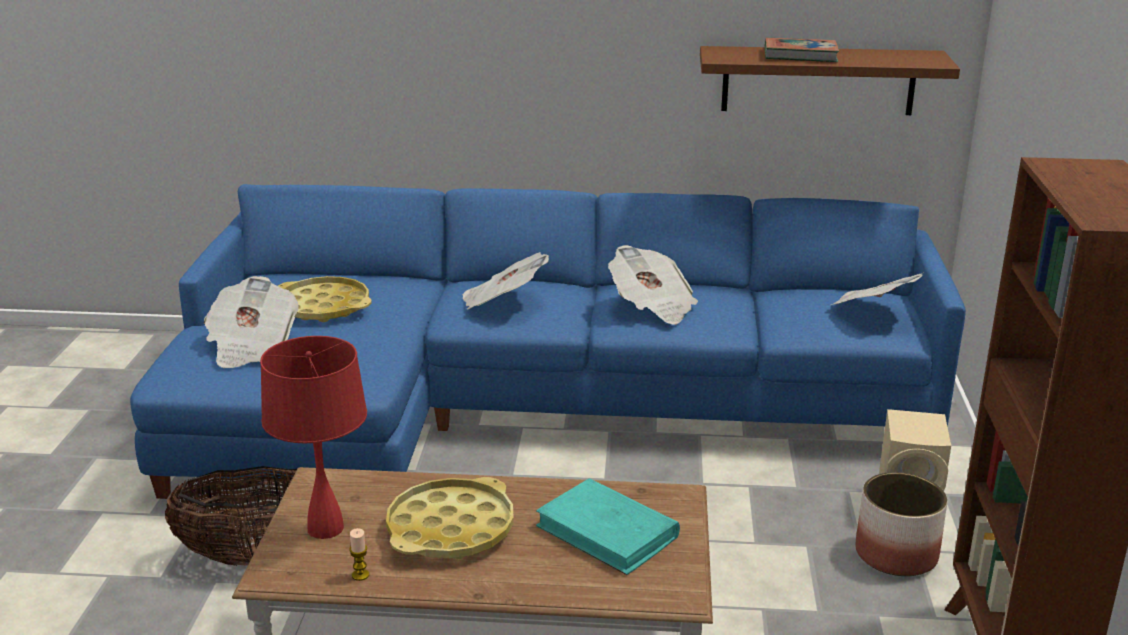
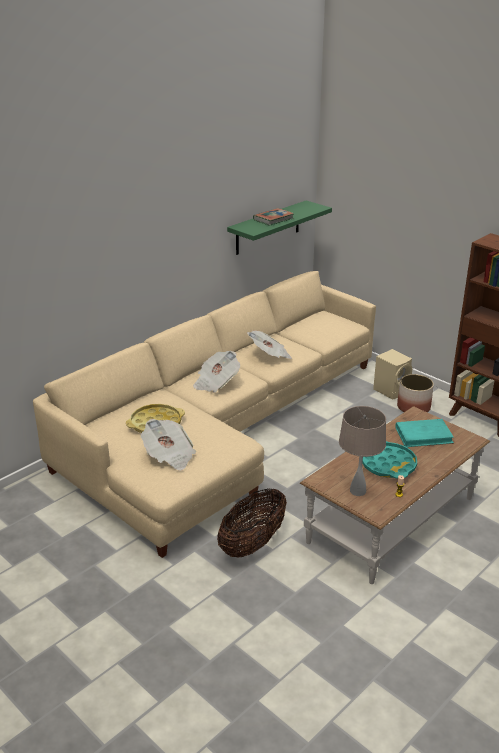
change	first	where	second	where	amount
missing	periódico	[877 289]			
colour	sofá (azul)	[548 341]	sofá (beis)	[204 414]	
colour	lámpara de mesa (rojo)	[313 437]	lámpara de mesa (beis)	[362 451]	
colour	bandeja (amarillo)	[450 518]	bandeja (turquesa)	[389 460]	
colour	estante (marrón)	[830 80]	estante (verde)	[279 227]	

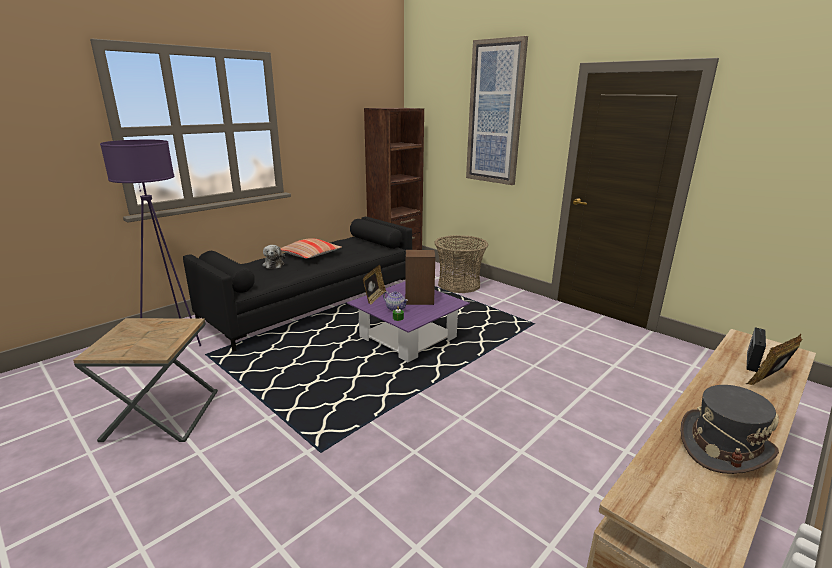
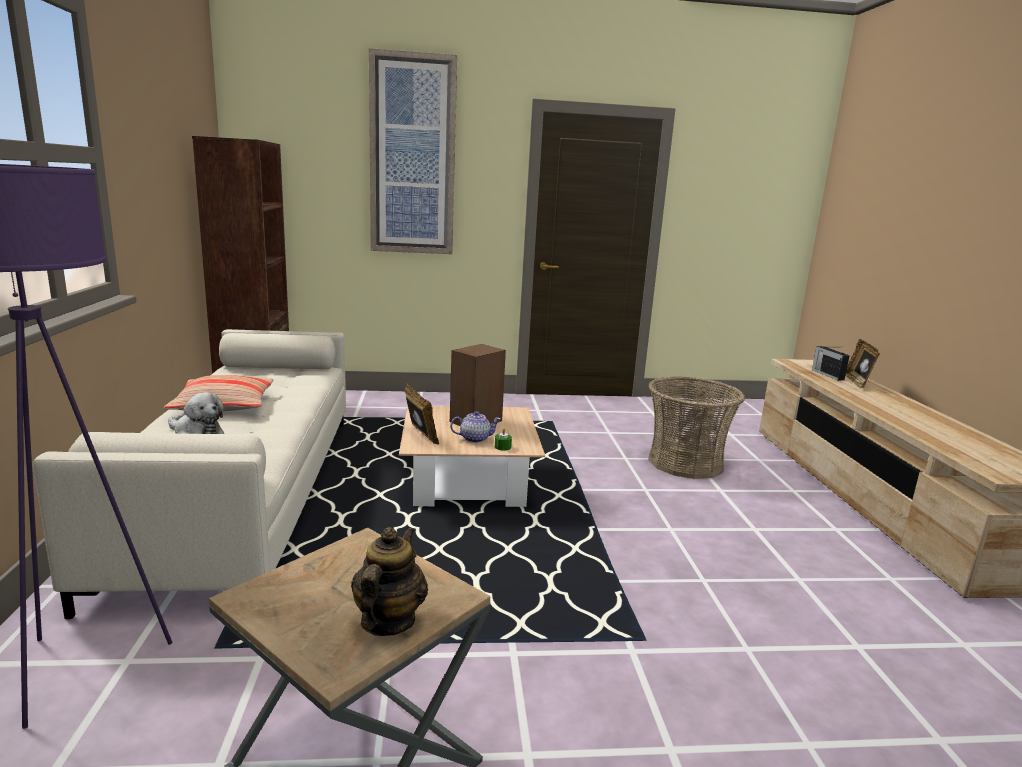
change	first	where	second	where	amount
missing	sombrero (gris)	[729 429]			
appeared			tetera	[389 581]	
relocated	cesta	[461 264]		[696 427]	
colour	sofá (negro)	[297 284]	sofá (beis)	[189 474]	
colour	mesa de centro (morado)	[408 321]	mesa de centro (beis)	[472 456]	

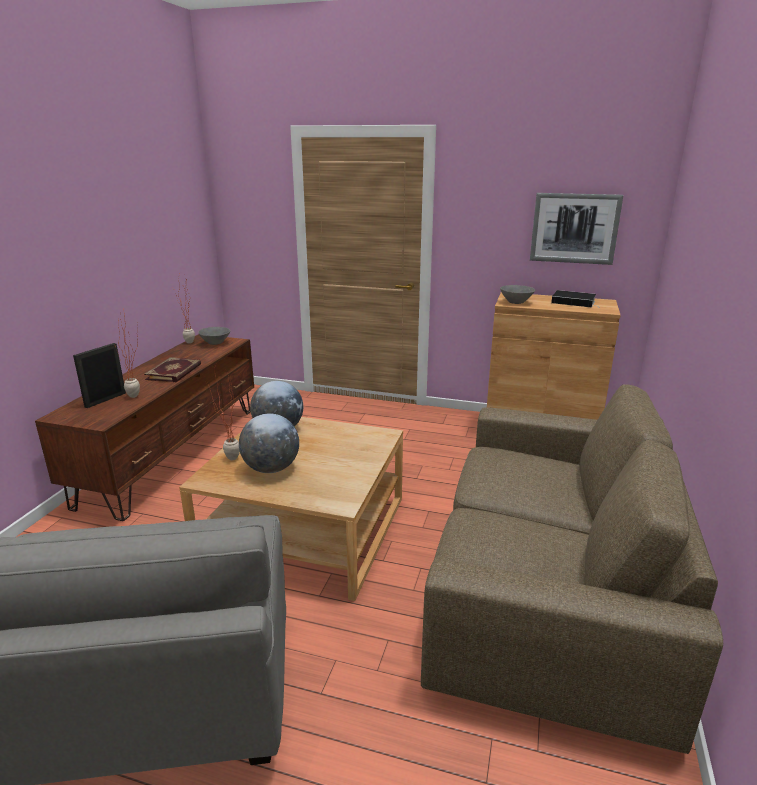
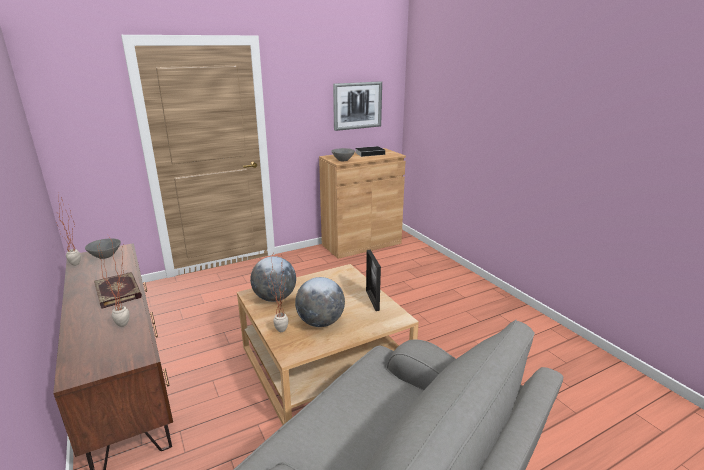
change	first	where	second	where	amount
missing	sofá (marrón)	[572 569]			
relocated	portarretratos	[99 375]		[373 280]	

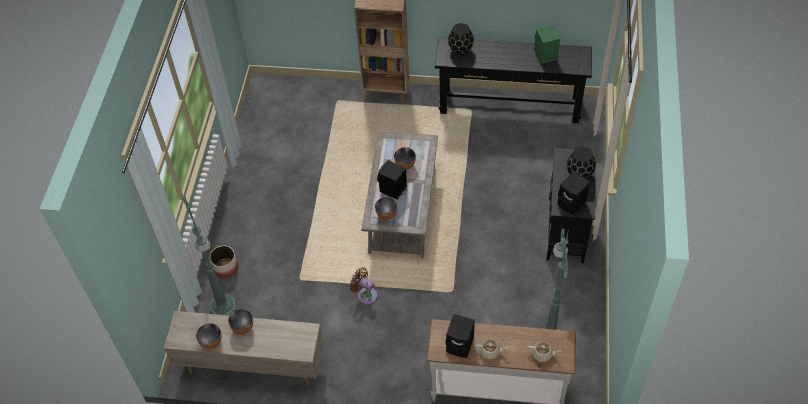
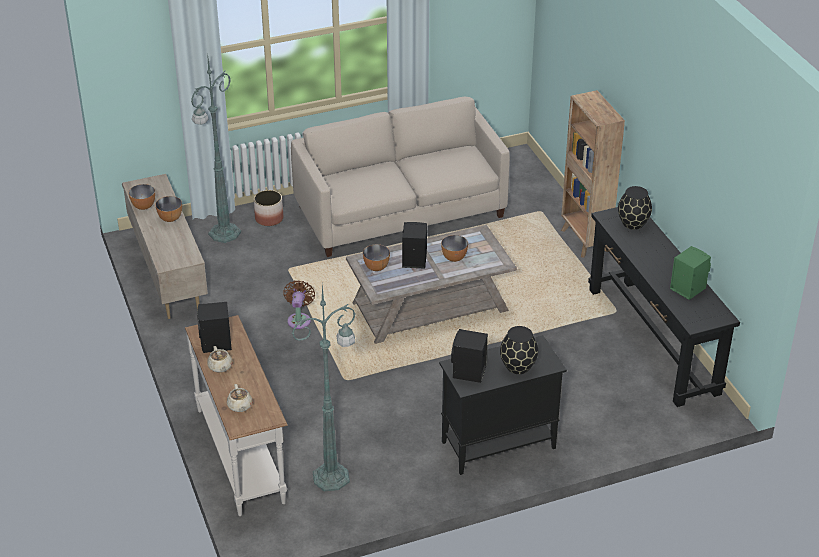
change	first	where	second	where	amount
appeared			sofá (beis)	[400 177]	

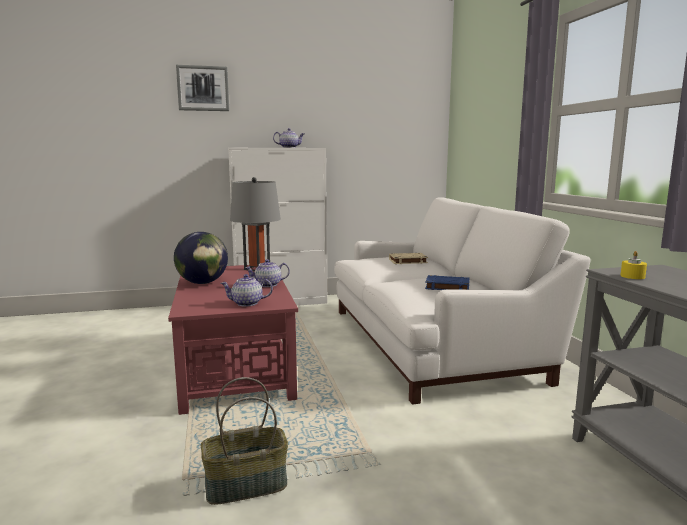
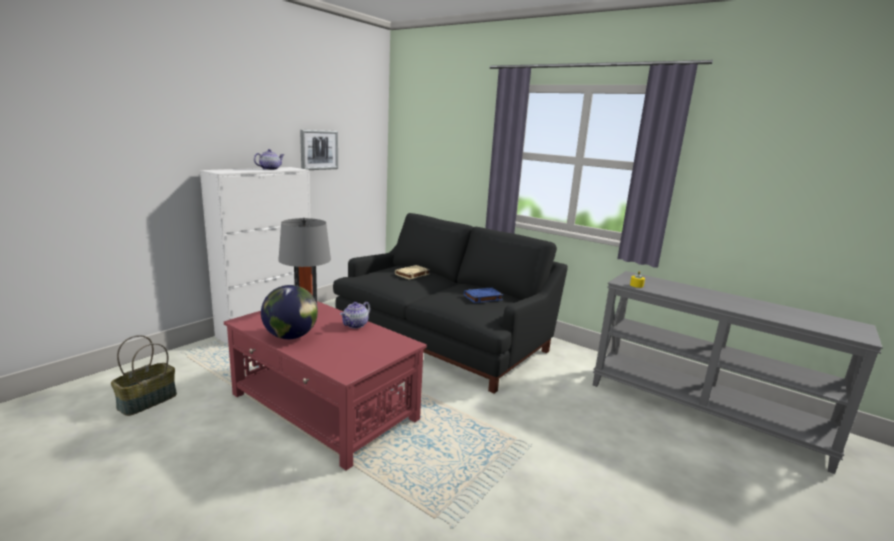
change	first	where	second	where	amount
missing	tetera	[246 290]			
relocated	cuadro	[202 88]		[319 150]	
relocated	cesta	[244 441]		[144 375]	
colour	sofá (blanco)	[462 301]	sofá (negro)	[450 303]	

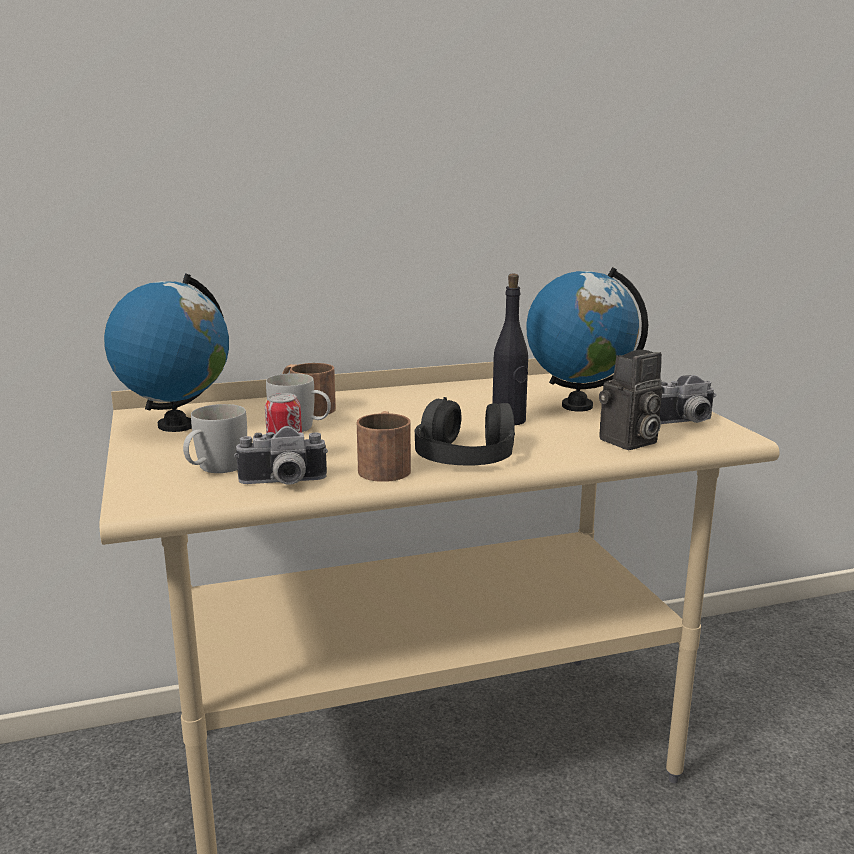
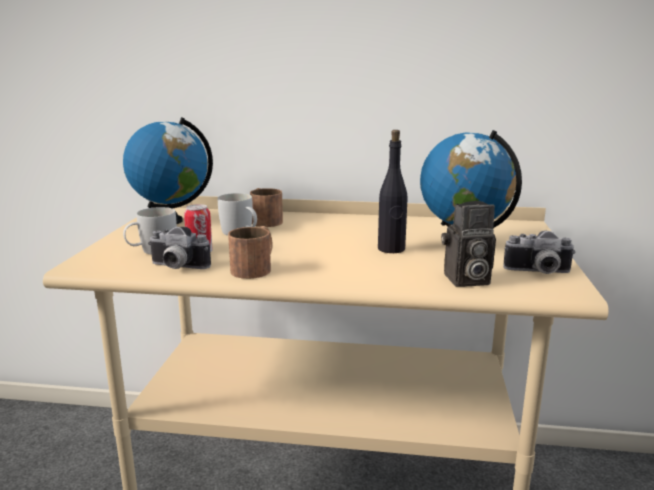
change	first	where	second	where	amount
missing	auriculares (negro)	[465 431]			

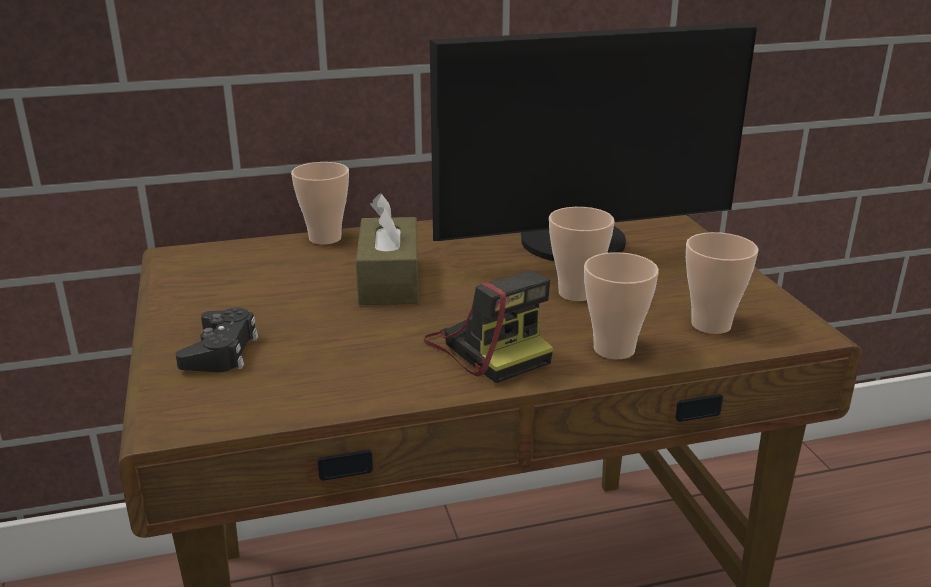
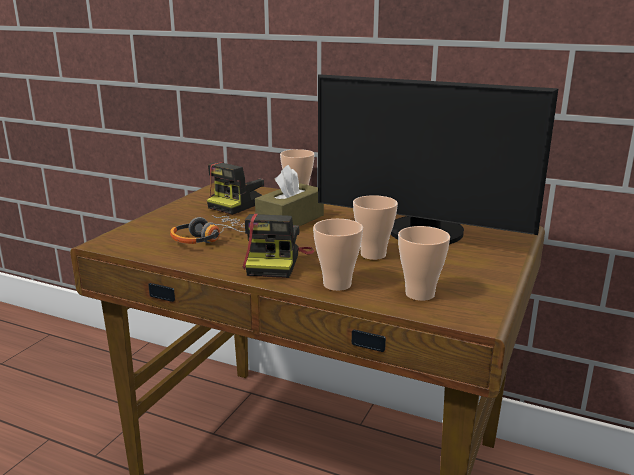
change	first	where	second	where	amount
missing	mando de consola (negro)	[216 340]			
appeared			auriculares	[207 229]	
appeared			cámara	[235 188]	

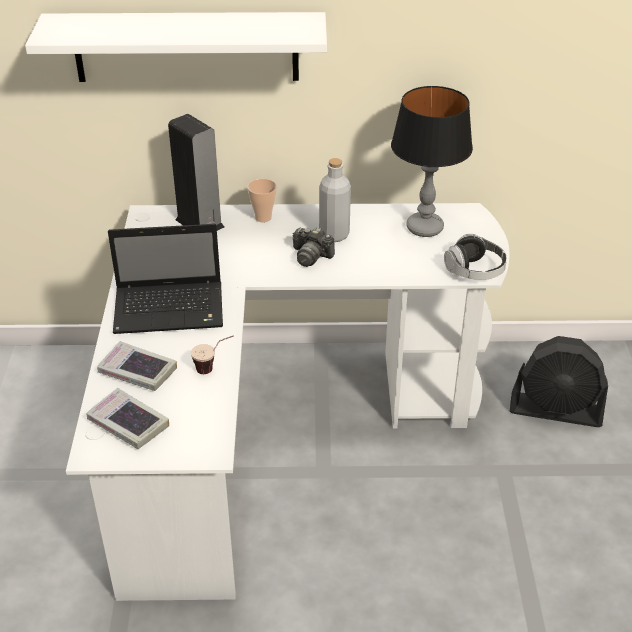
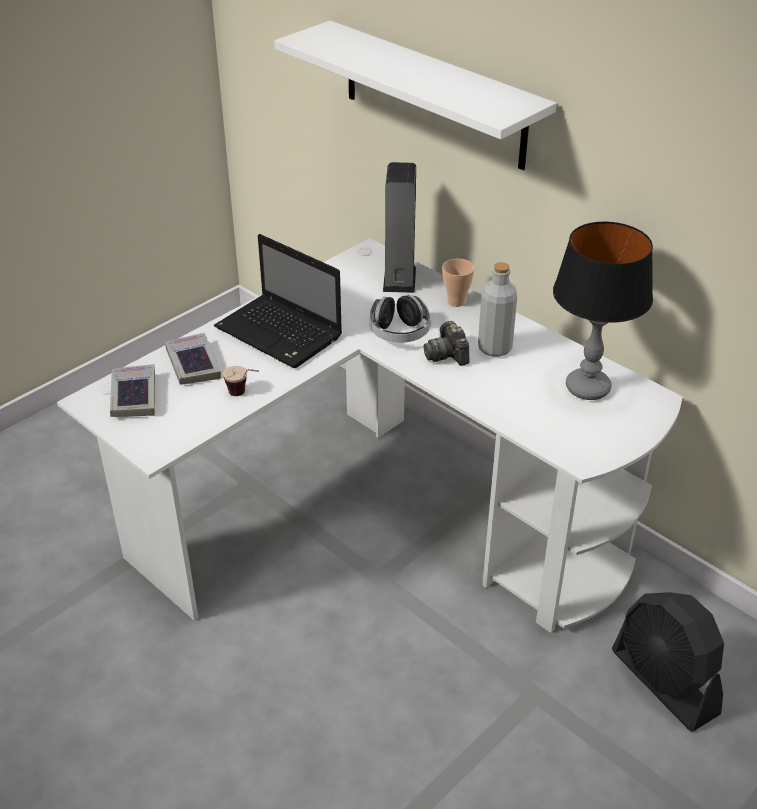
change	first	where	second	where	amount
relocated	auriculares	[475 256]		[400 319]	

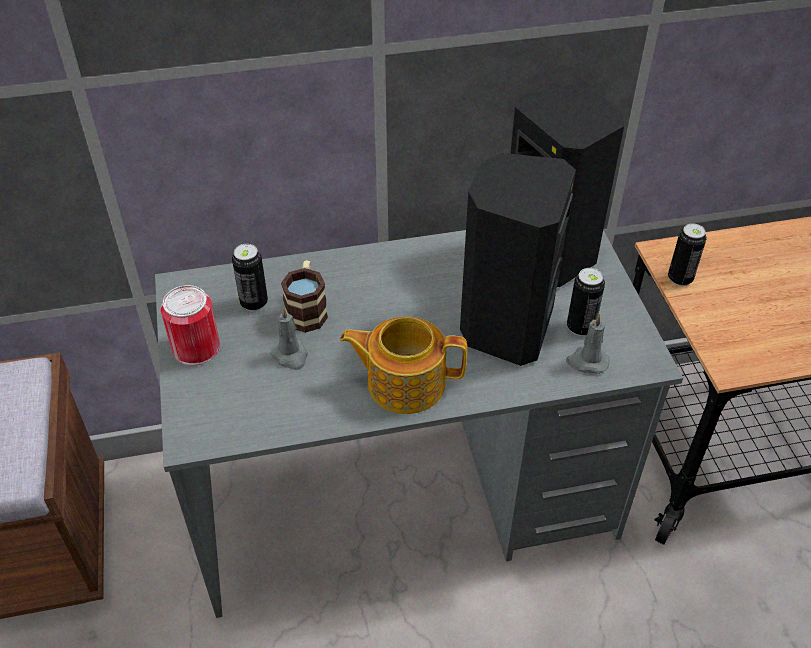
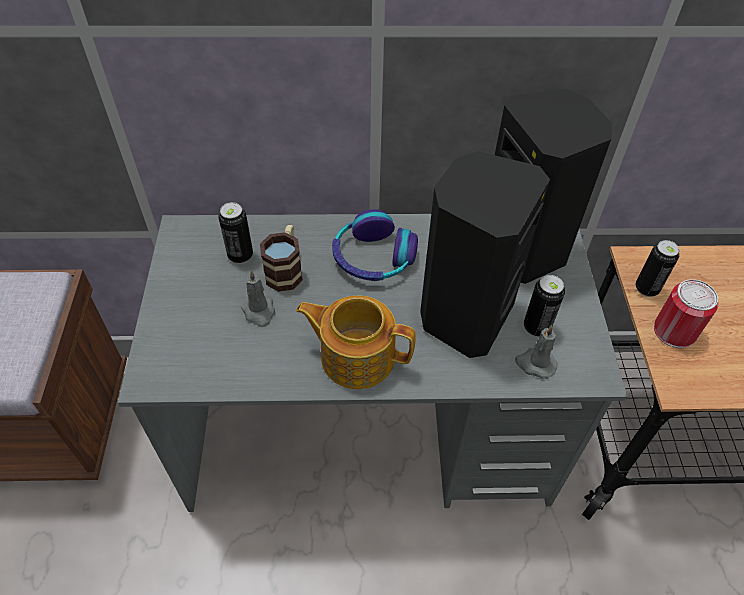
change	first	where	second	where	amount
appeared			auriculares	[375 245]	
relocated	lata	[190 325]		[686 313]	

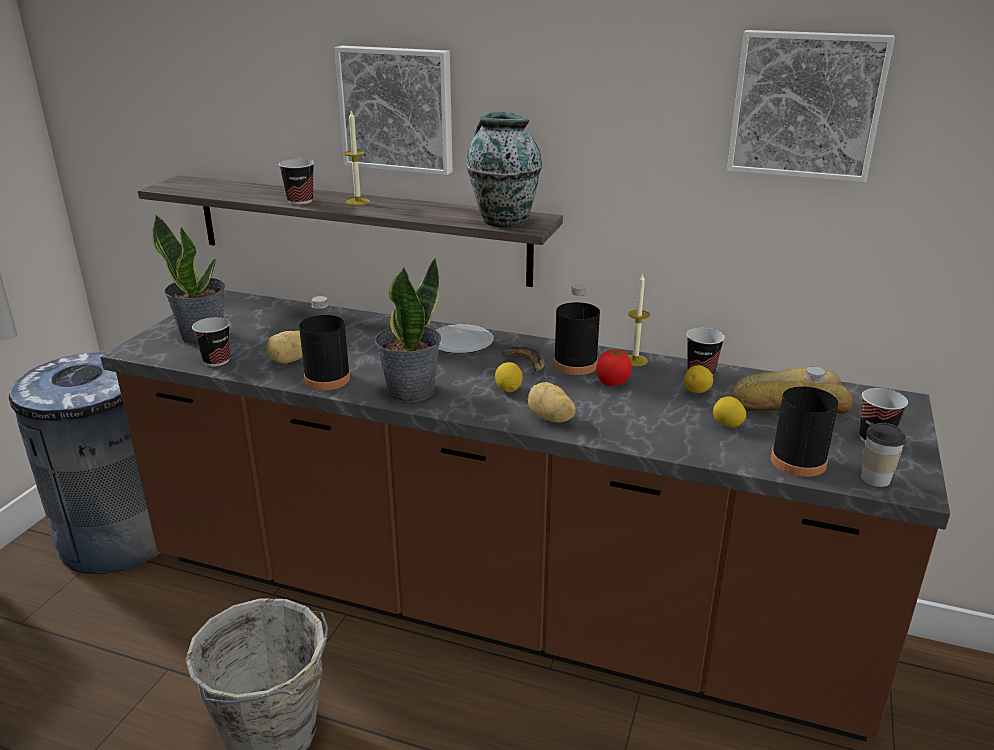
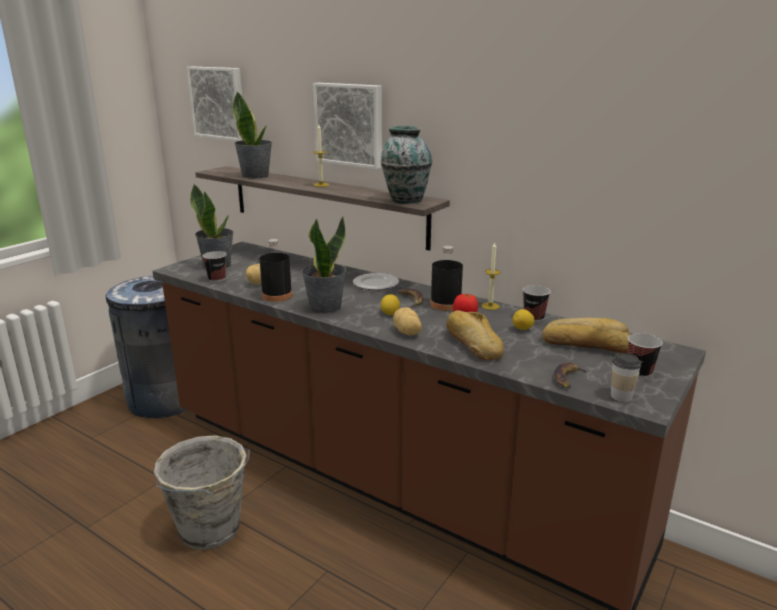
change	first	where	second	where	amount
missing	taza	[296 182]			
missing	limón	[729 411]			
appeared			planta en maceta	[252 135]	
appeared			pan	[475 335]	
relocated	cuadro	[811 106]		[214 104]	
exchanged	botella (negro)	[805 422]	plátano	[571 375]	

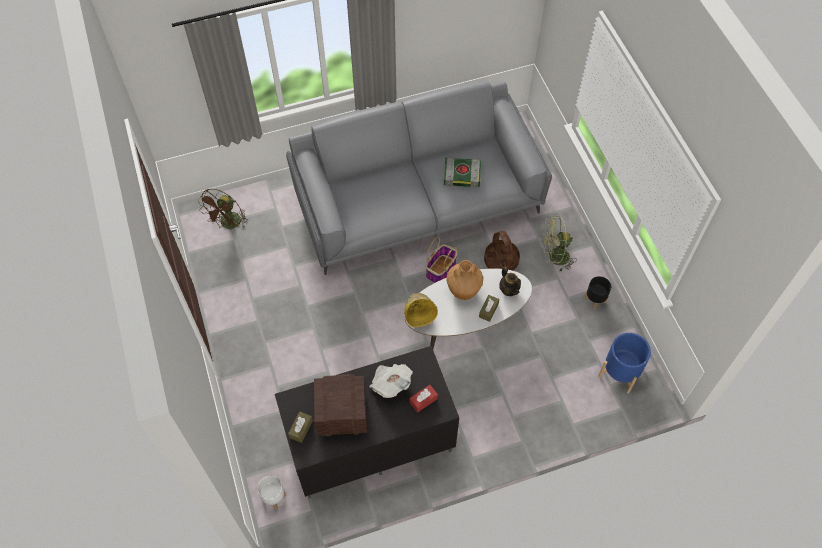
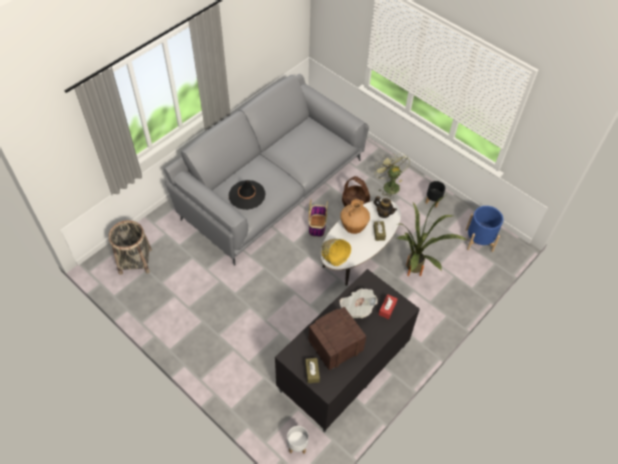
change	first	where	second	where	amount
missing	libro	[462 172]			
appeared			sombrero (negro)	[247 195]	
appeared			planta en maceta	[432 235]	
exchanged	ventilador (marrón)	[223 209]	cesta	[130 247]	
spun	ventilador (verde)	[559 244]		[391 175]	105 degrees clockwise

